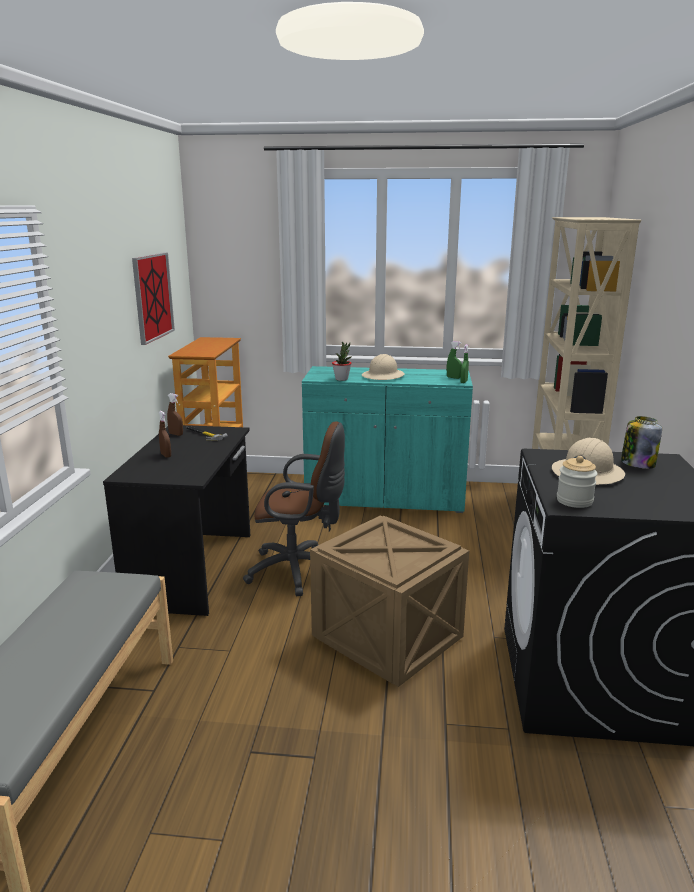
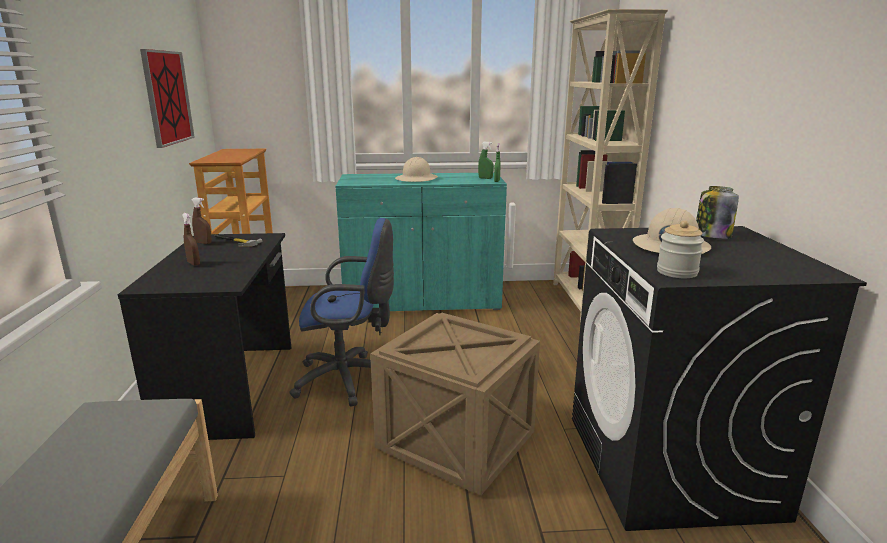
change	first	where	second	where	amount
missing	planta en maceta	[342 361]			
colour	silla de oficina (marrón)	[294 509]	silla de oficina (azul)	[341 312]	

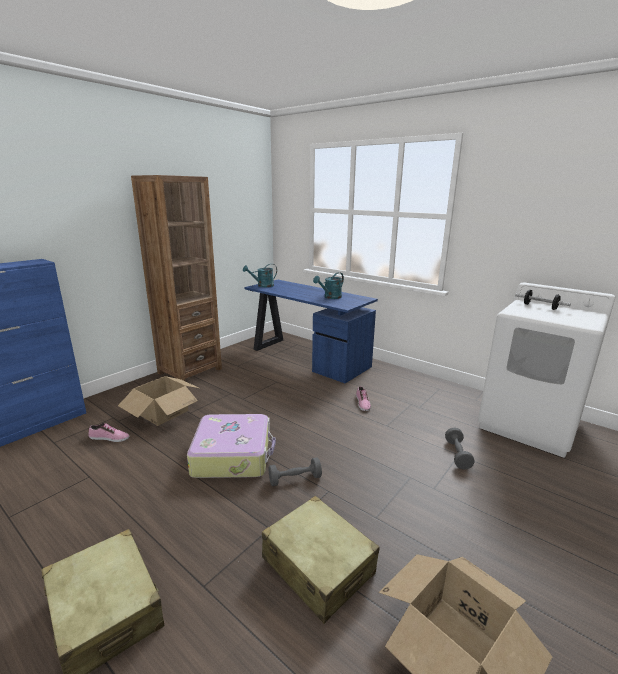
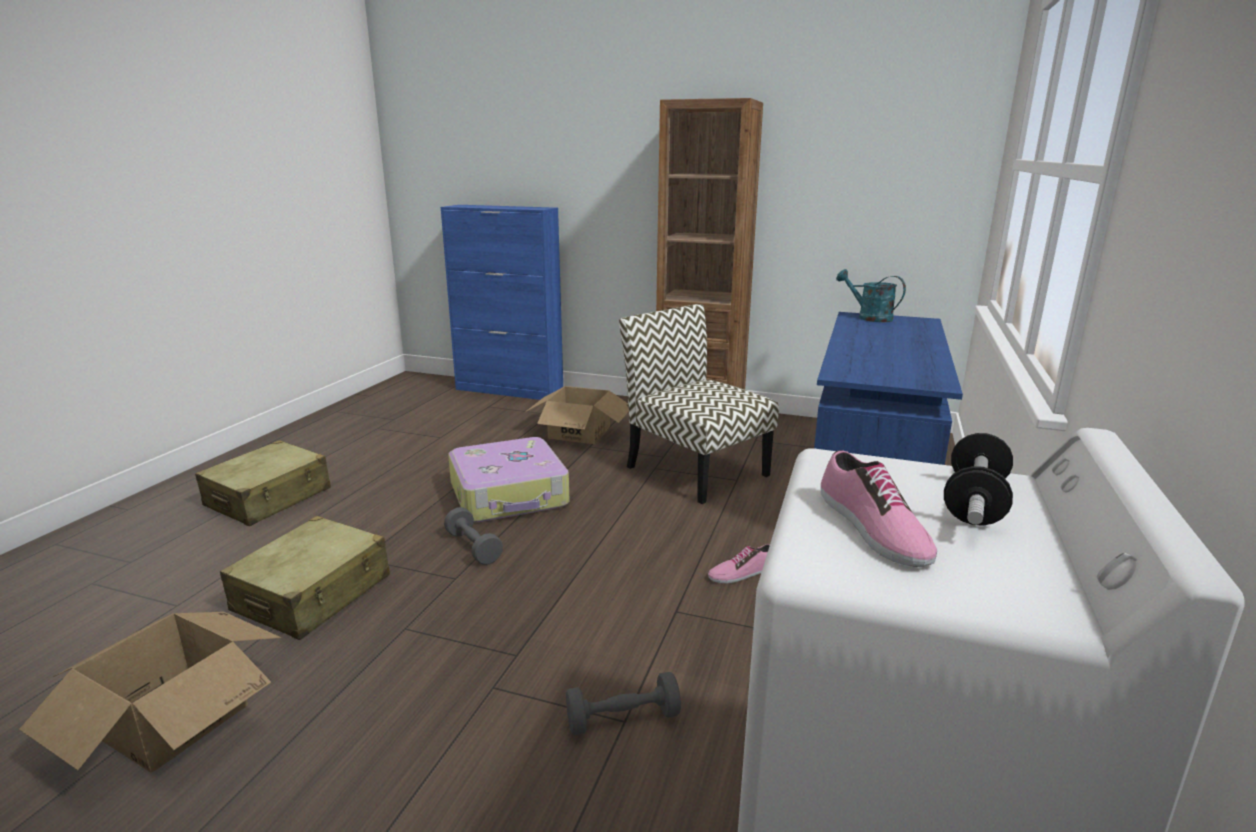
change	first	where	second	where	amount
missing	regadera (turquesa)	[328 285]			
appeared			silla	[699 404]	
relocated	zapato	[109 432]		[879 509]	

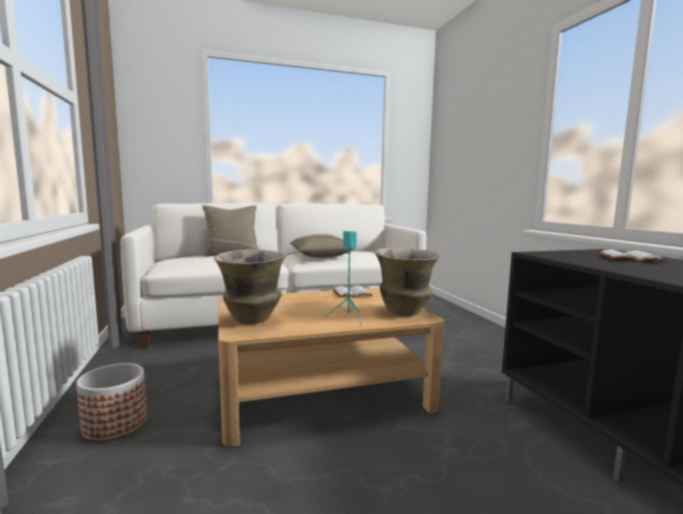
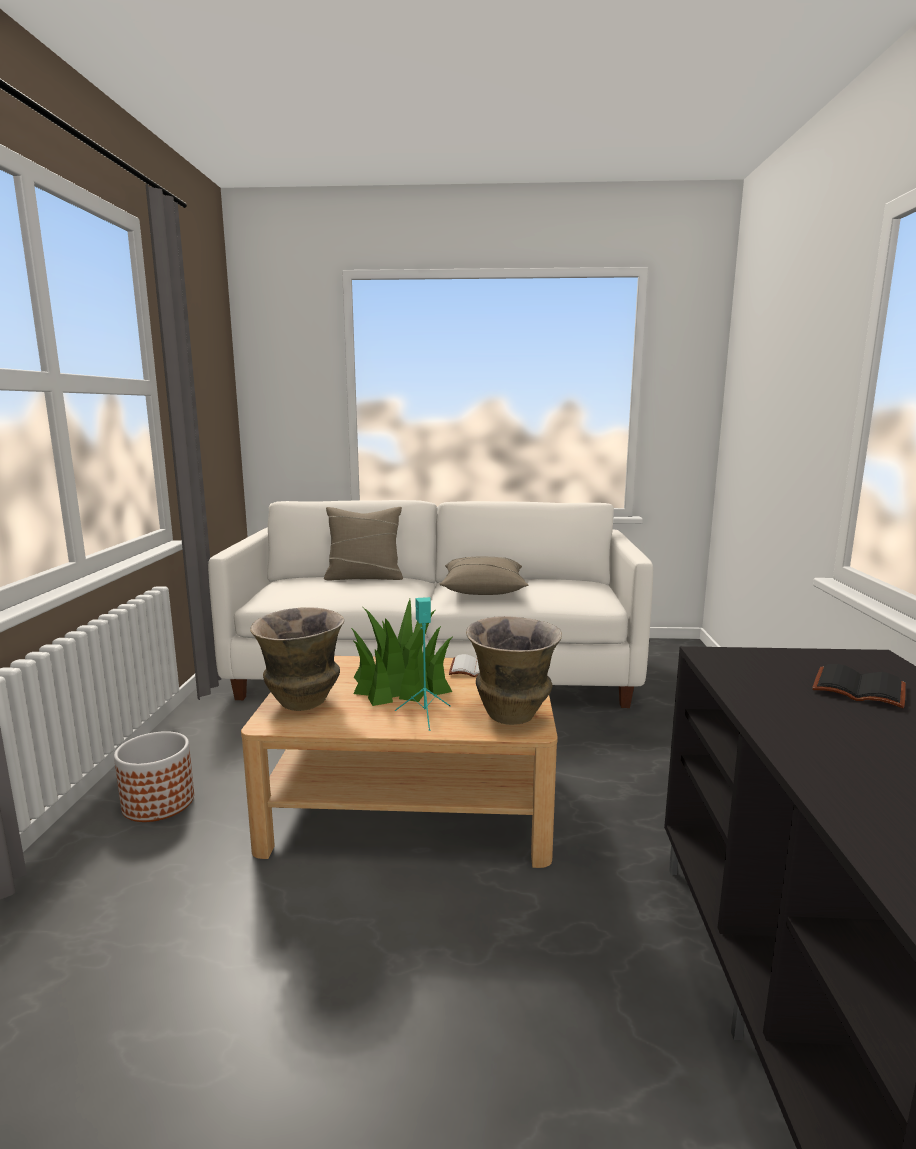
change	first	where	second	where	amount
appeared			planta en maceta	[401 652]	
colour	libro (blanco)	[632 255]	libro (negro)	[859 686]	

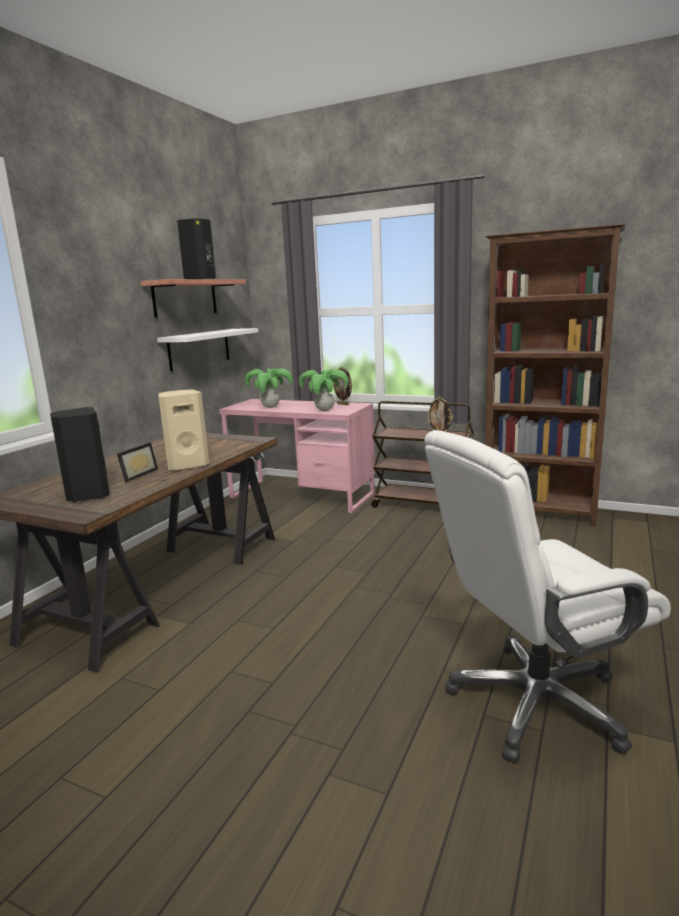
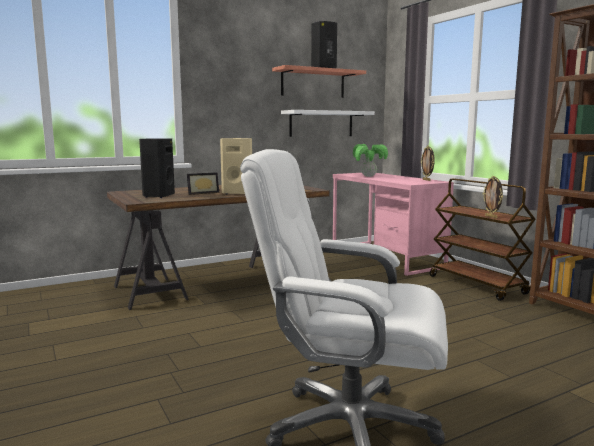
change	first	where	second	where	amount
missing	planta en maceta	[324 390]			

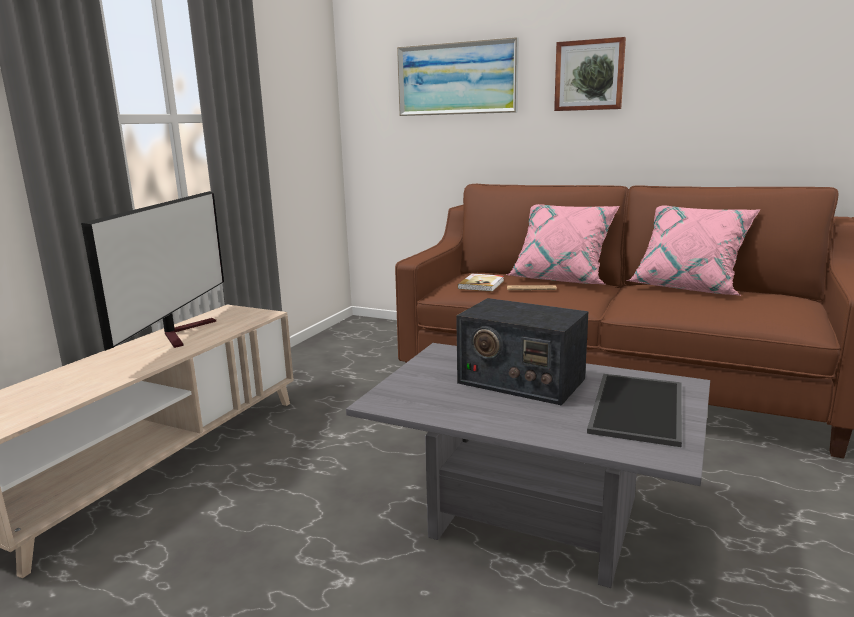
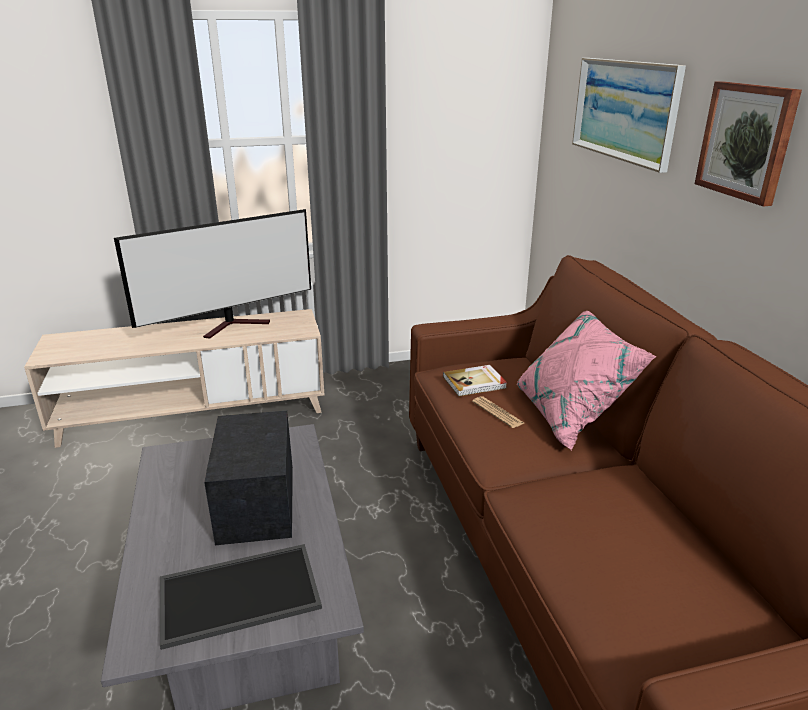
change	first	where	second	where	amount
missing	cojín (rosa)	[693 251]			

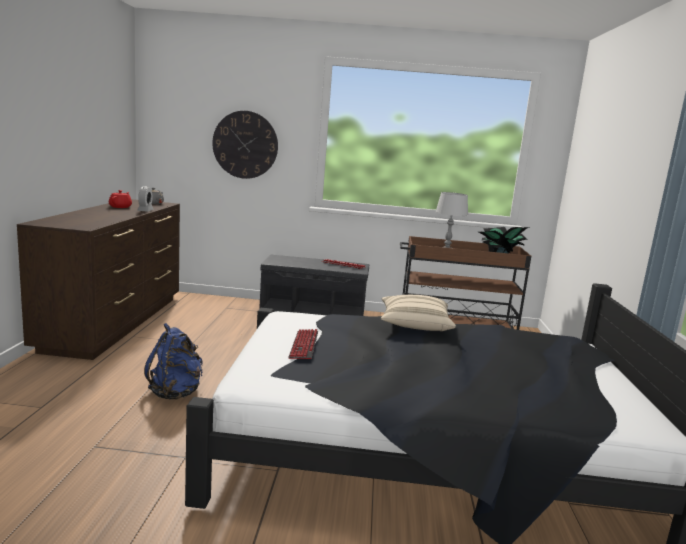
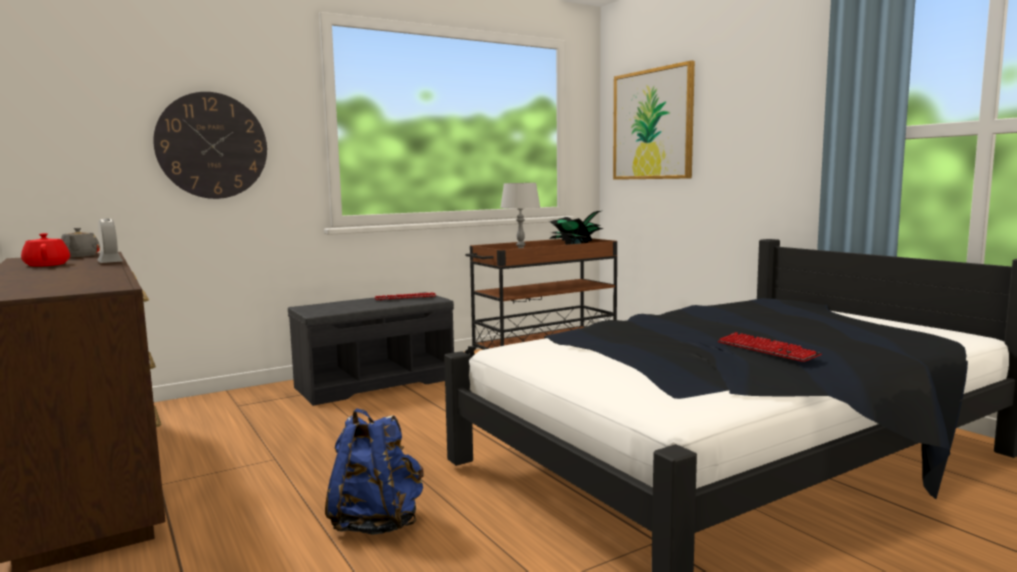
change	first	where	second	where	amount
missing	cojín (beis)	[418 313]			
appeared			cuadro	[654 120]	
relocated	teclado	[303 344]		[770 347]	

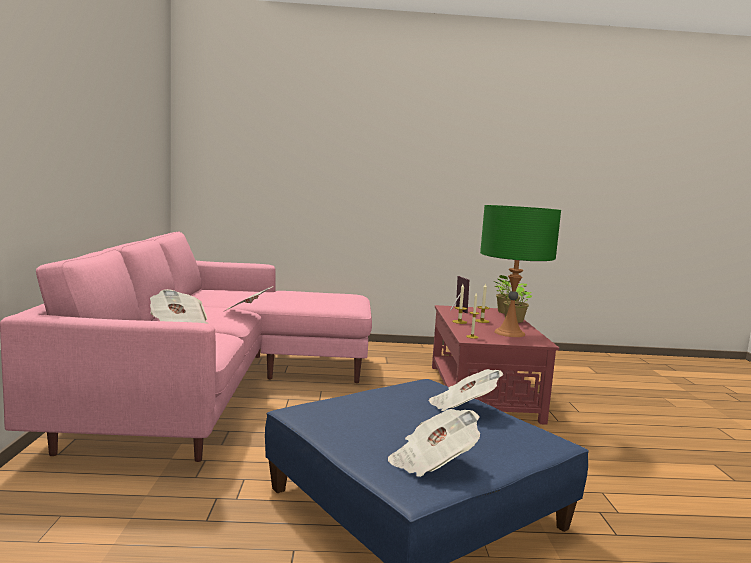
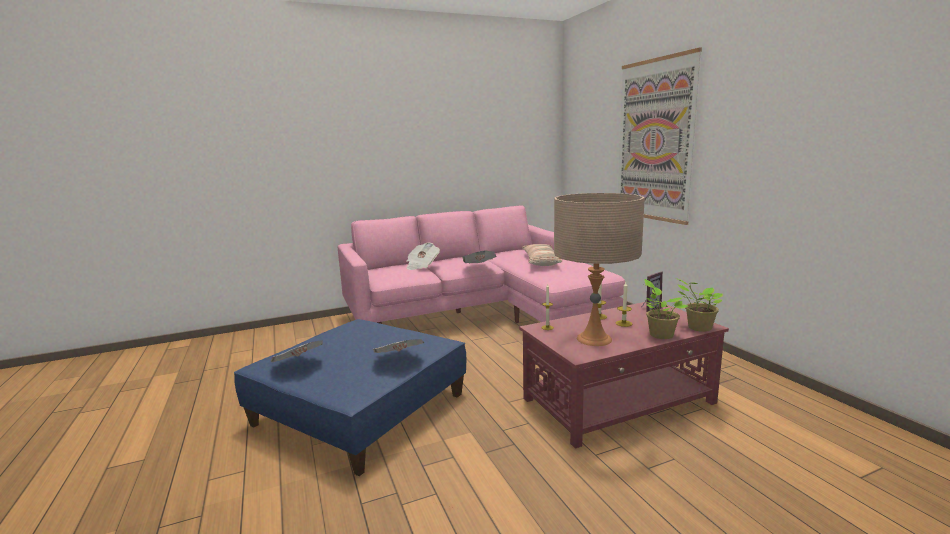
change	first	where	second	where	amount
appeared			cojín	[542 255]	
appeared			cuadro	[660 136]	
colour	lámpara de mesa (verde)	[520 271]	lámpara de mesa (beis)	[599 269]	

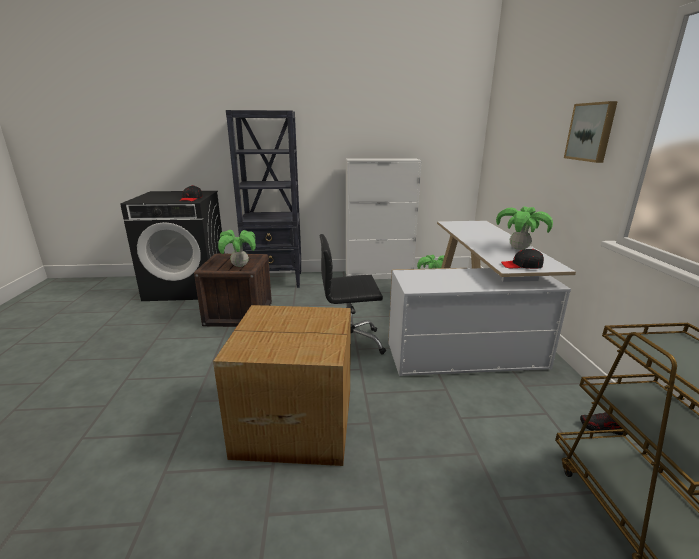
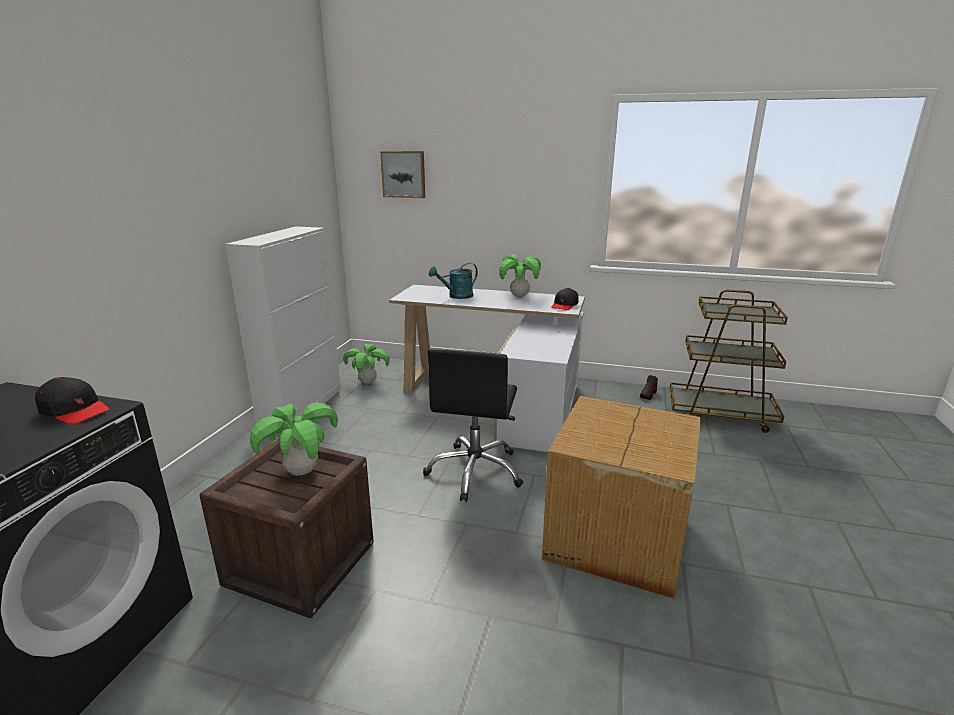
change	first	where	second	where	amount
missing	estantería (negro)	[263 199]			
appeared			regadera (turquesa)	[453 281]	
relocated	cuadro	[591 132]		[402 174]	

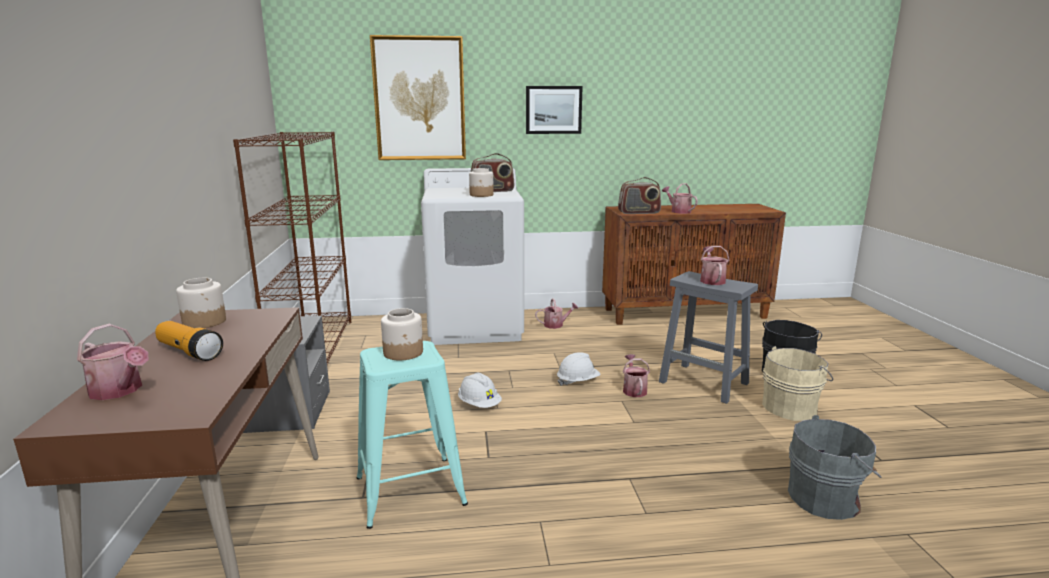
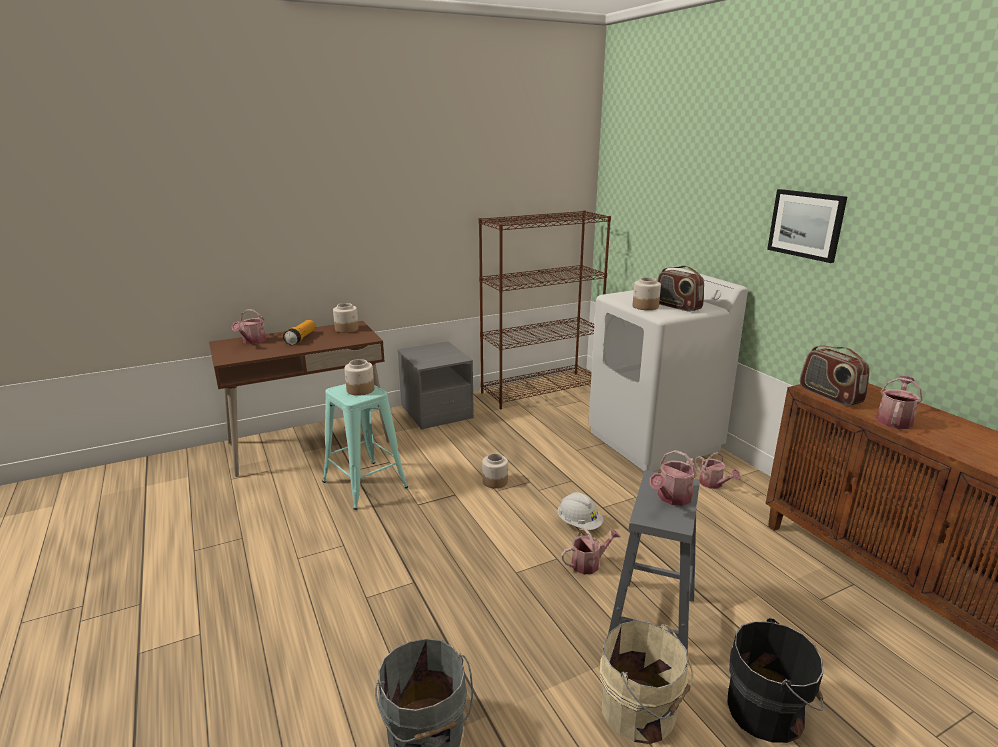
change	first	where	second	where	amount
missing	cuadro	[418 97]			
exchanged	casco (blanco)	[480 390]	tarro	[495 470]	
spun	regadera	[714 265]		[673 478]	150 degrees clockwise

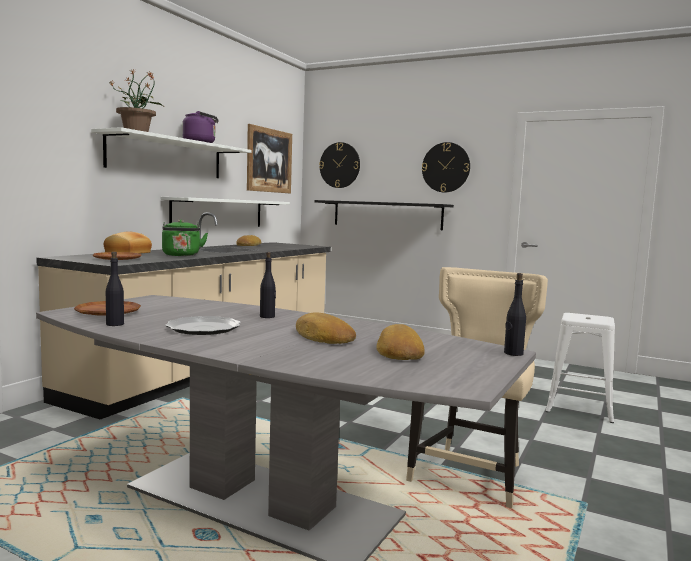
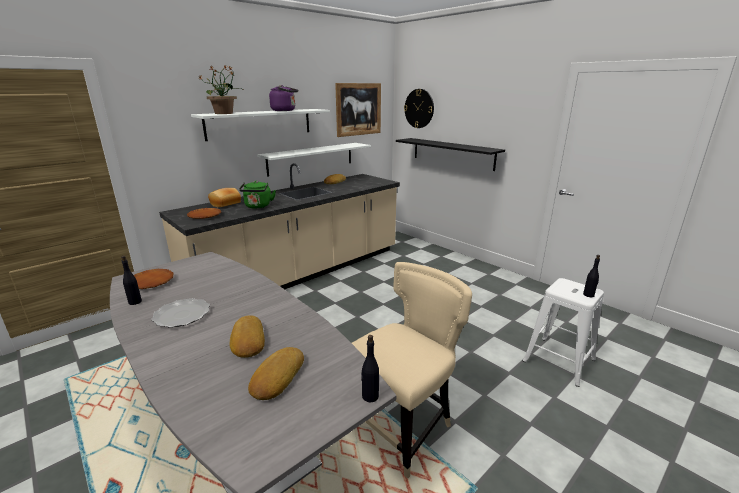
change	first	where	second	where	amount
missing	reloj de pared	[446 167]			
relocated	botella (negro)	[268 285]		[591 276]	

